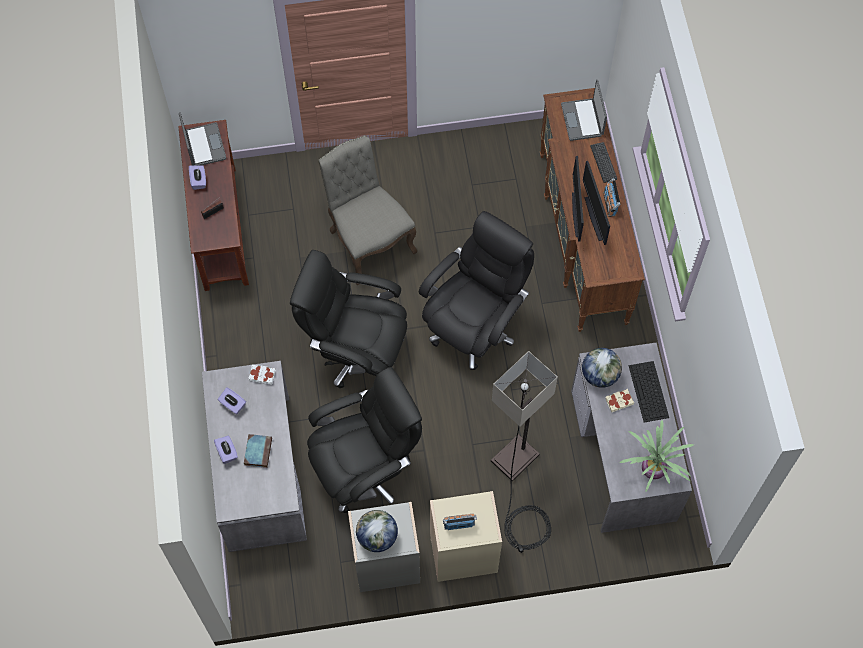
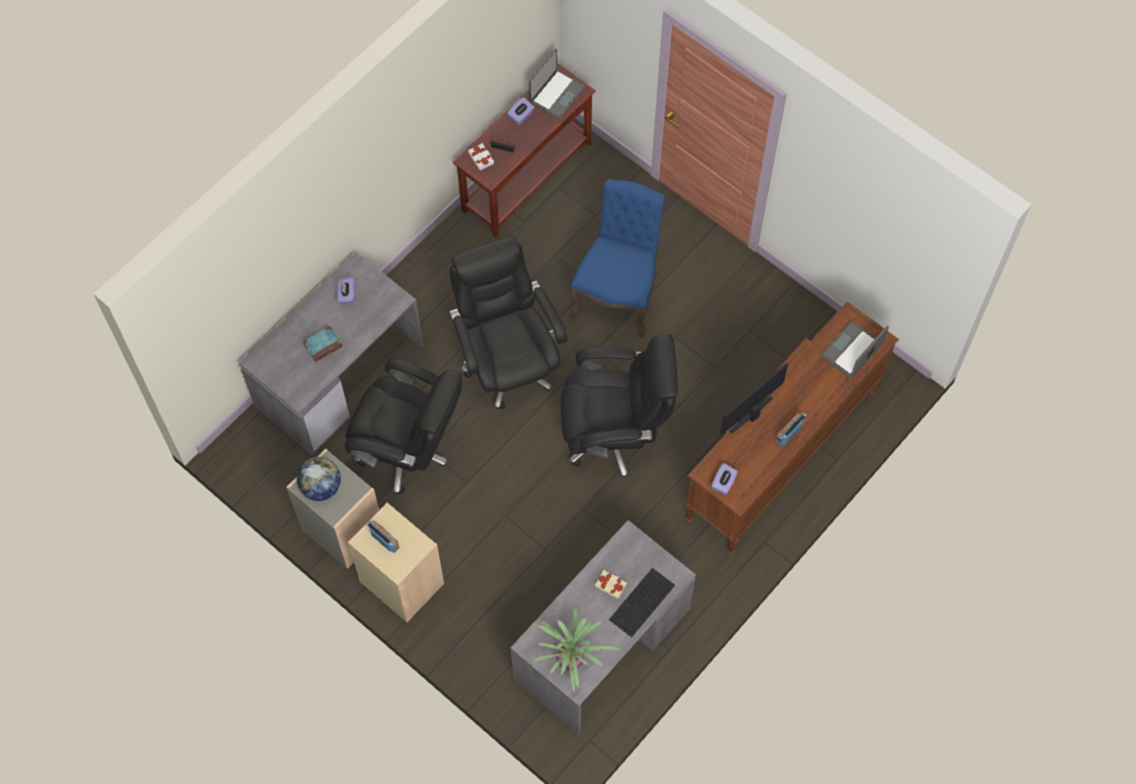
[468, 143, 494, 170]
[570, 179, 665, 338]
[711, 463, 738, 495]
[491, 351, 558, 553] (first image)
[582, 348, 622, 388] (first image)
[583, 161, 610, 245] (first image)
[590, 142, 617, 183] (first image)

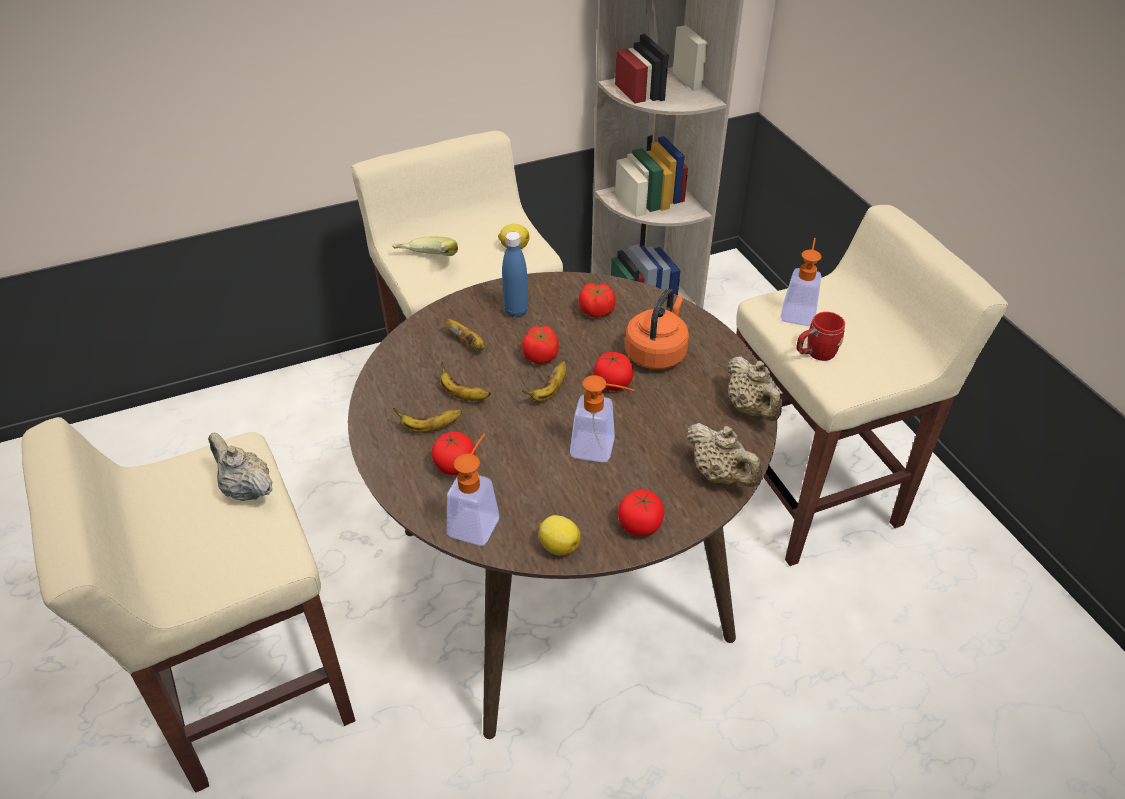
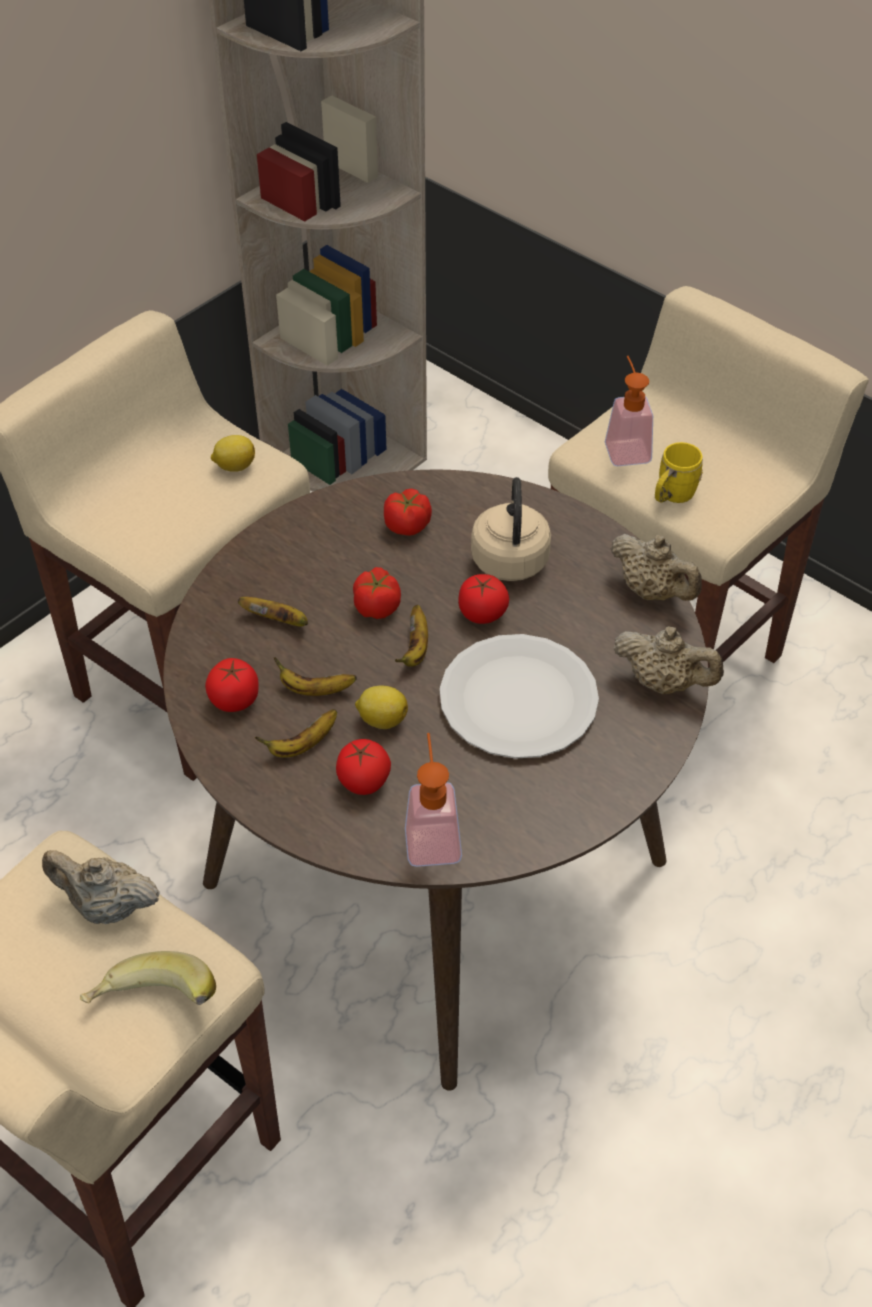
[80, 951, 216, 1005]
[205, 658, 259, 712]
[355, 685, 408, 729]
[440, 634, 599, 759]
[471, 477, 551, 581]
[655, 442, 703, 503]
[502, 232, 528, 318] (first image)

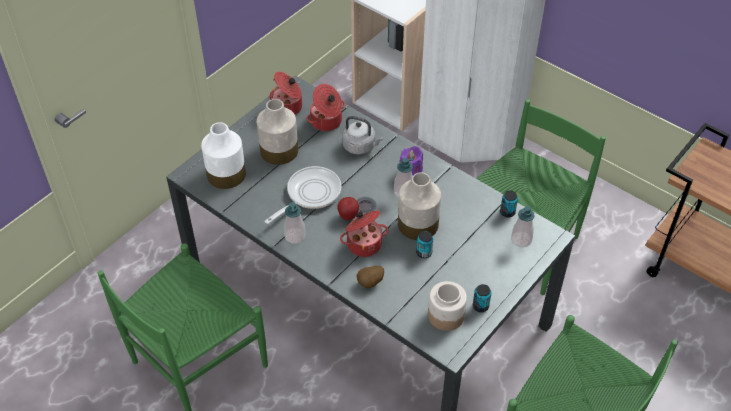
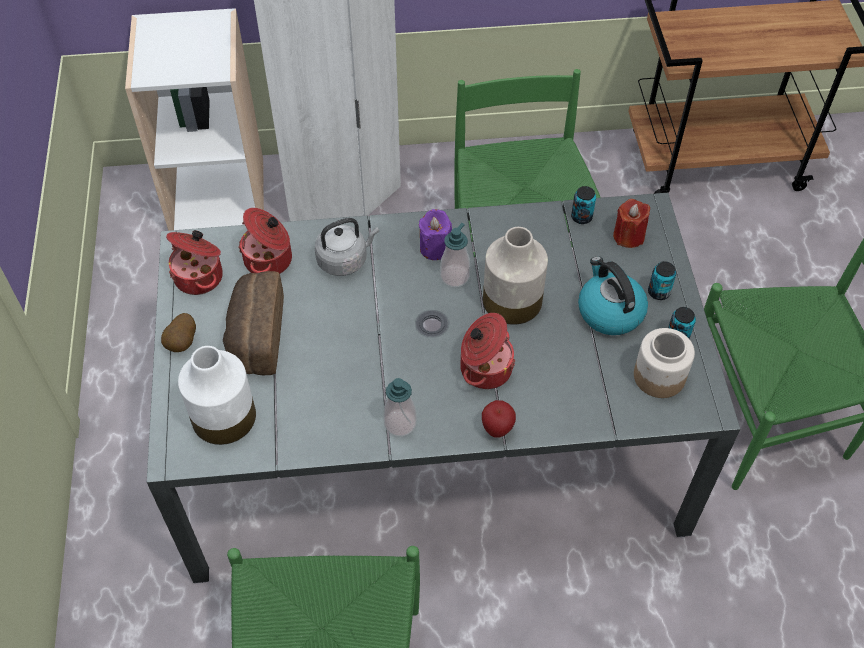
[161, 313, 196, 352]
[223, 271, 284, 376]
[482, 400, 516, 438]
[578, 256, 648, 335]
[613, 199, 650, 248]
[648, 261, 676, 300]
[264, 166, 341, 224] (first image)

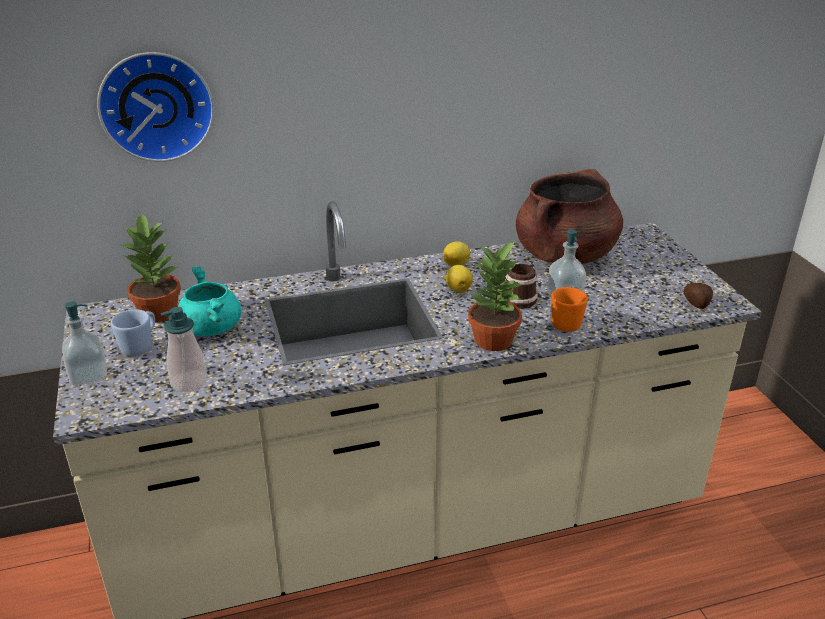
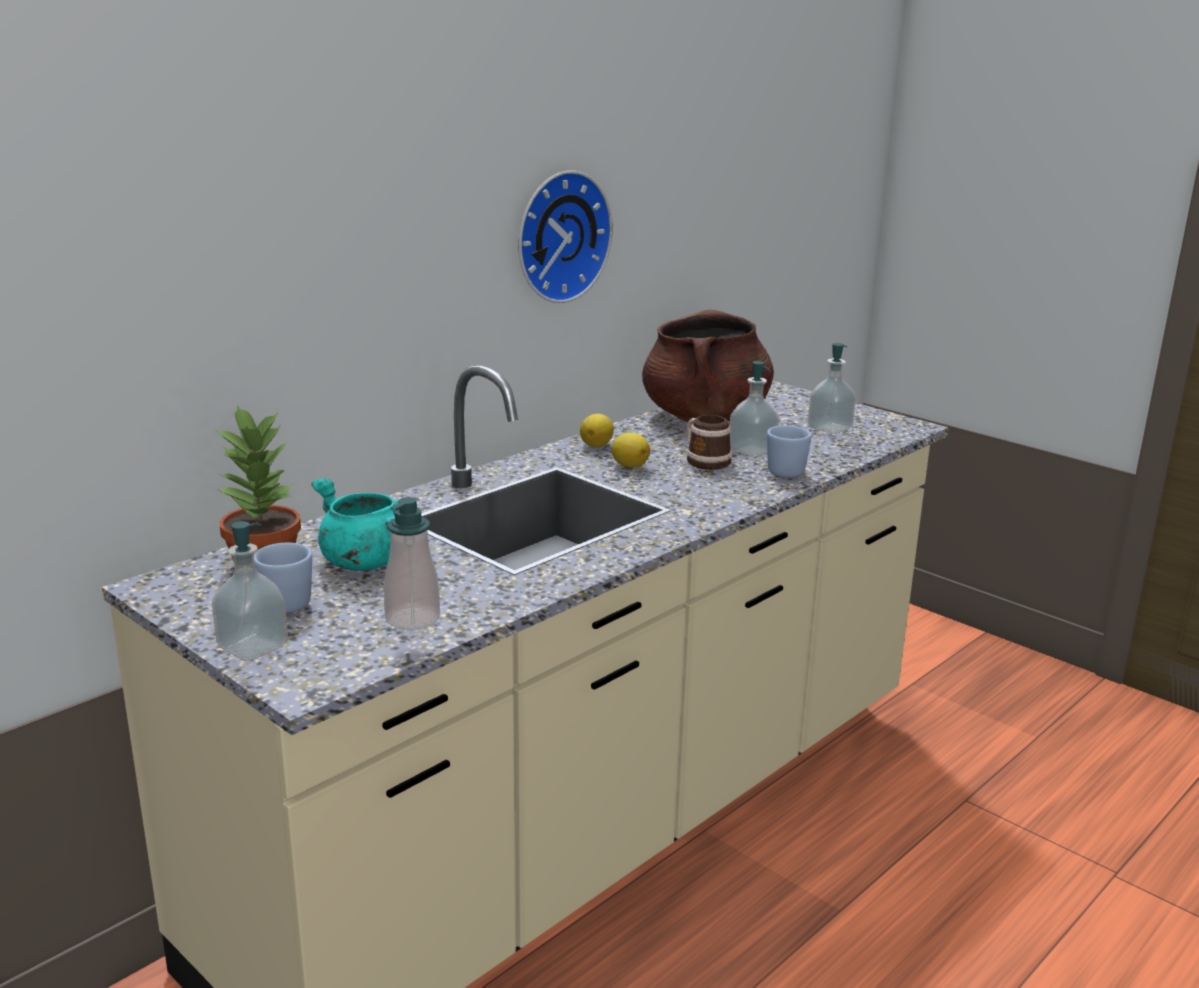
[518, 170, 613, 303]
[767, 425, 812, 478]
[808, 343, 856, 434]
[468, 241, 523, 351] (first image)
[684, 283, 713, 309] (first image)

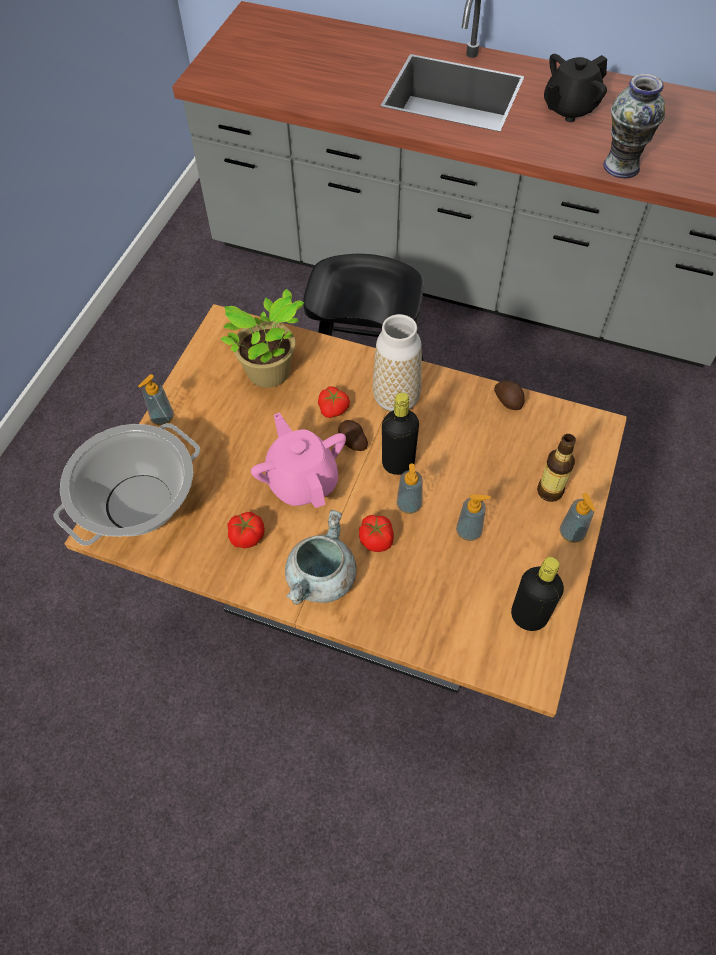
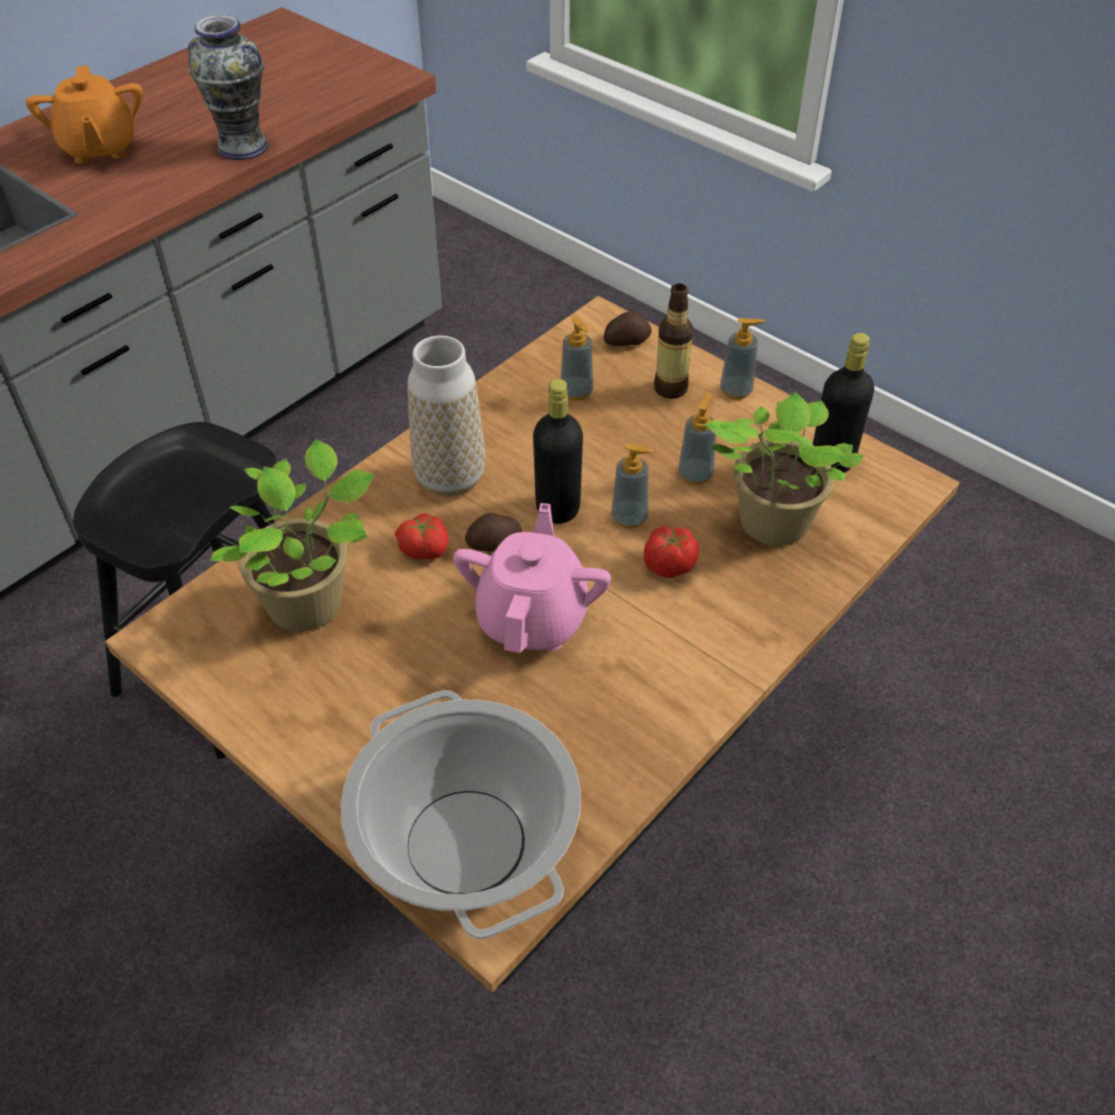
[26, 66, 143, 164]
[453, 503, 611, 653]
[561, 316, 593, 401]
[603, 311, 652, 346]
[704, 392, 864, 546]
[227, 512, 265, 548] (first image)
[285, 510, 356, 605] (first image)

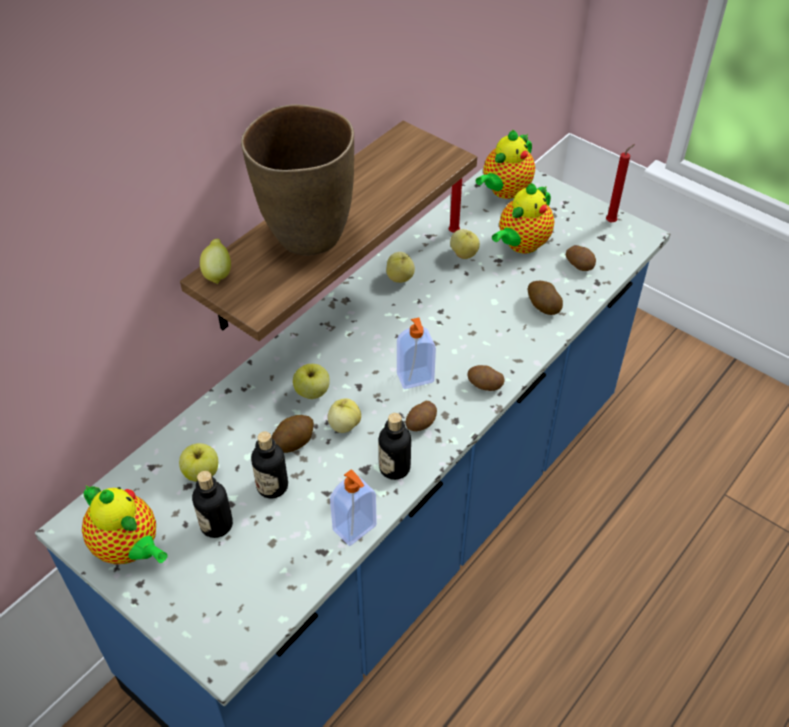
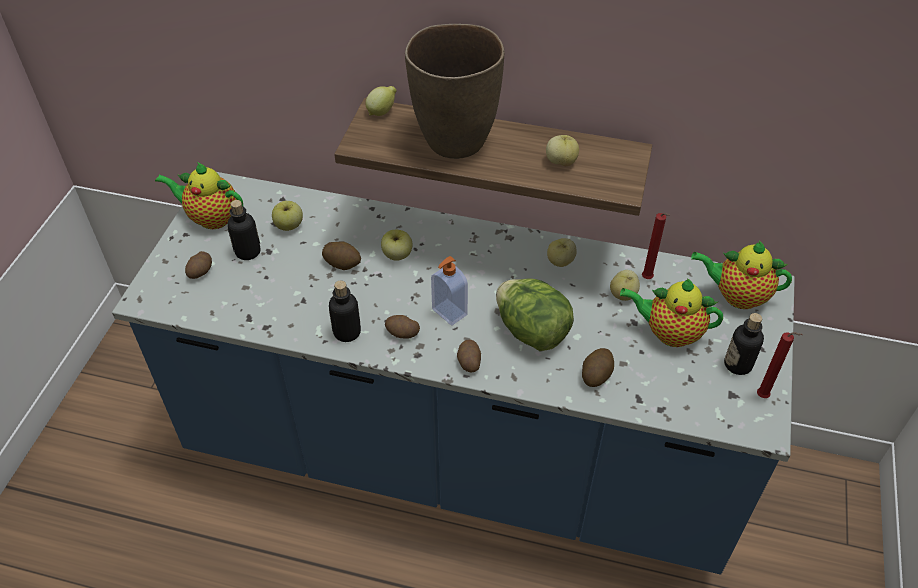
[155, 162, 243, 229]
[185, 251, 212, 279]
[496, 278, 574, 351]
[546, 135, 579, 166]
[724, 313, 764, 375]
[330, 469, 377, 546] (first image)

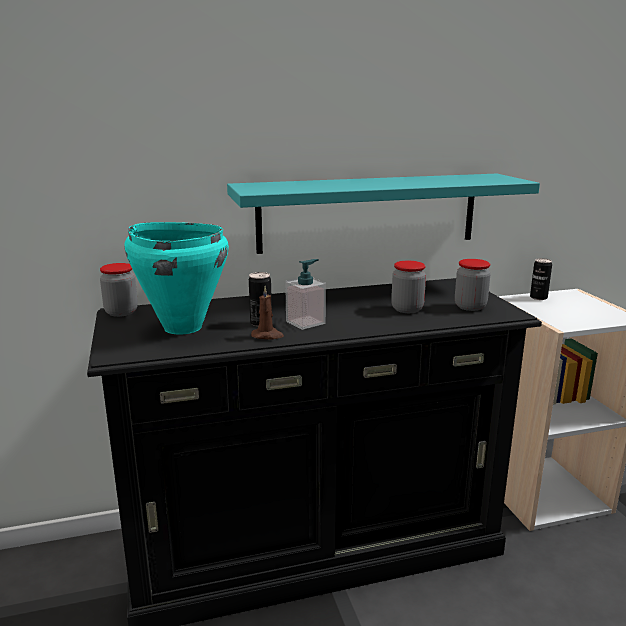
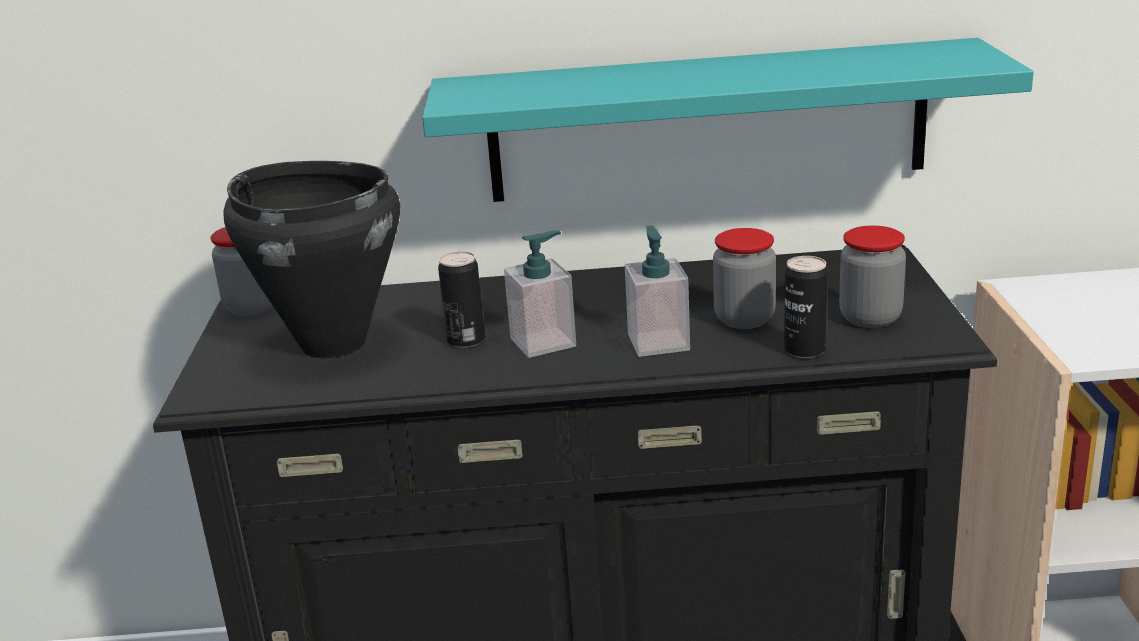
[223, 161, 400, 358]
[625, 225, 690, 357]
[784, 256, 828, 358]
[251, 286, 284, 340] (first image)

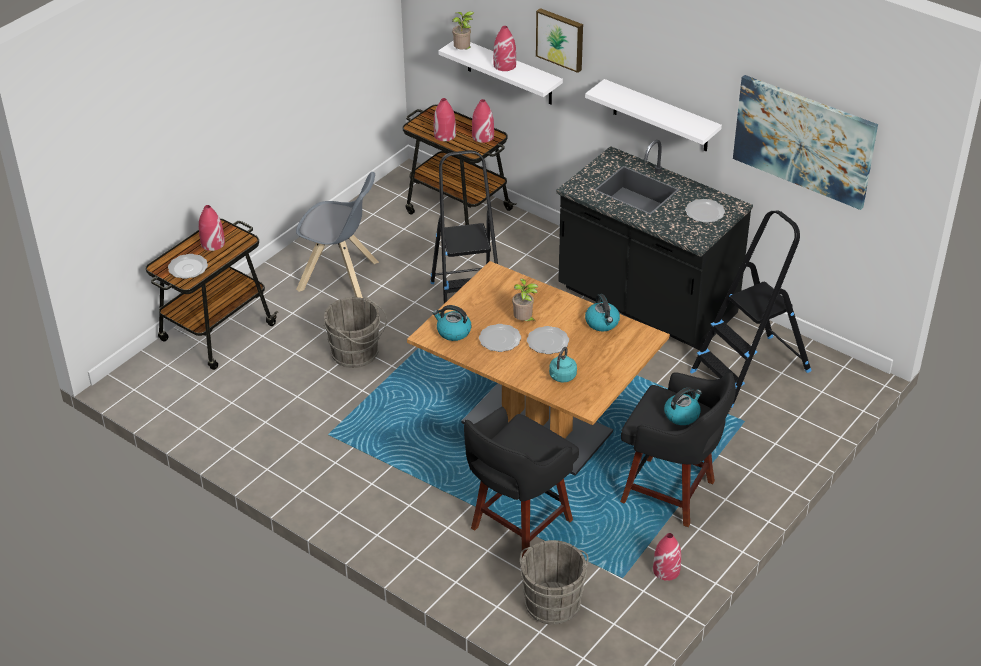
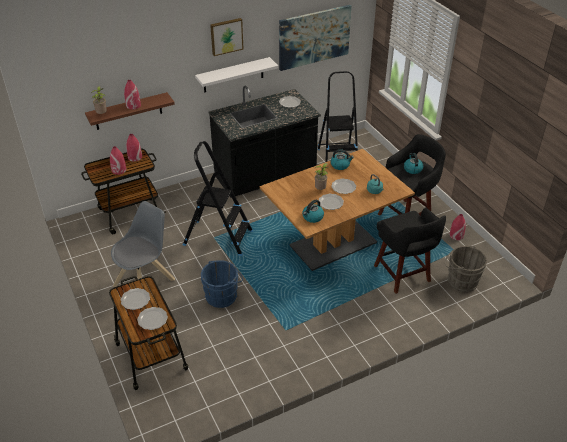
[85, 92, 175, 130]
[121, 288, 150, 310]
[201, 260, 243, 308]
[210, 18, 243, 56]

